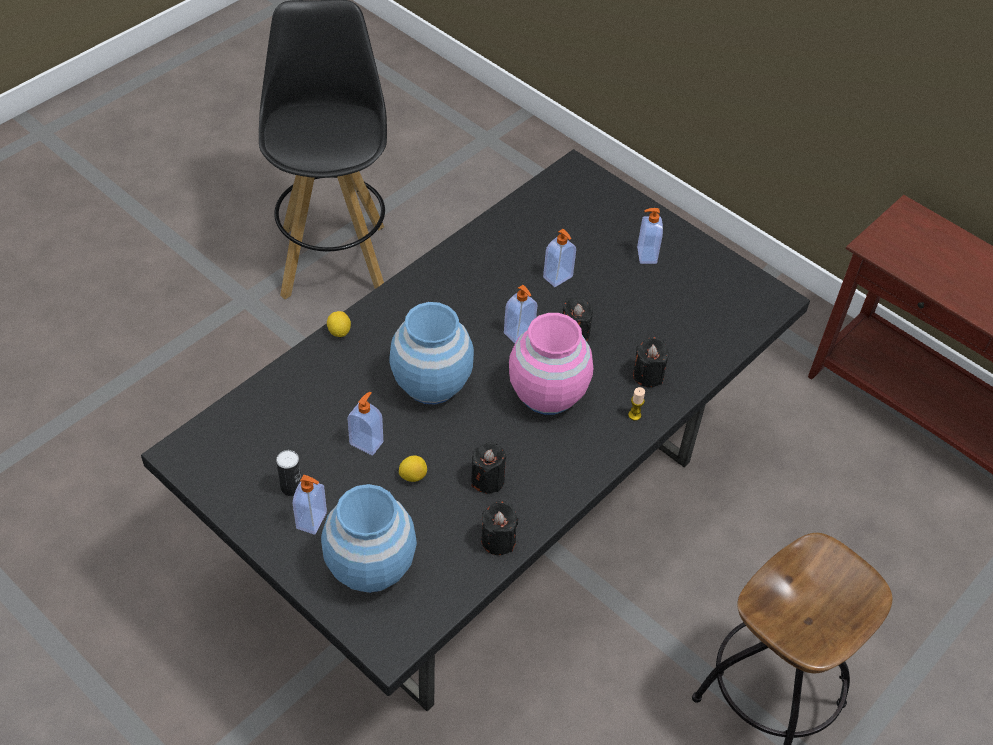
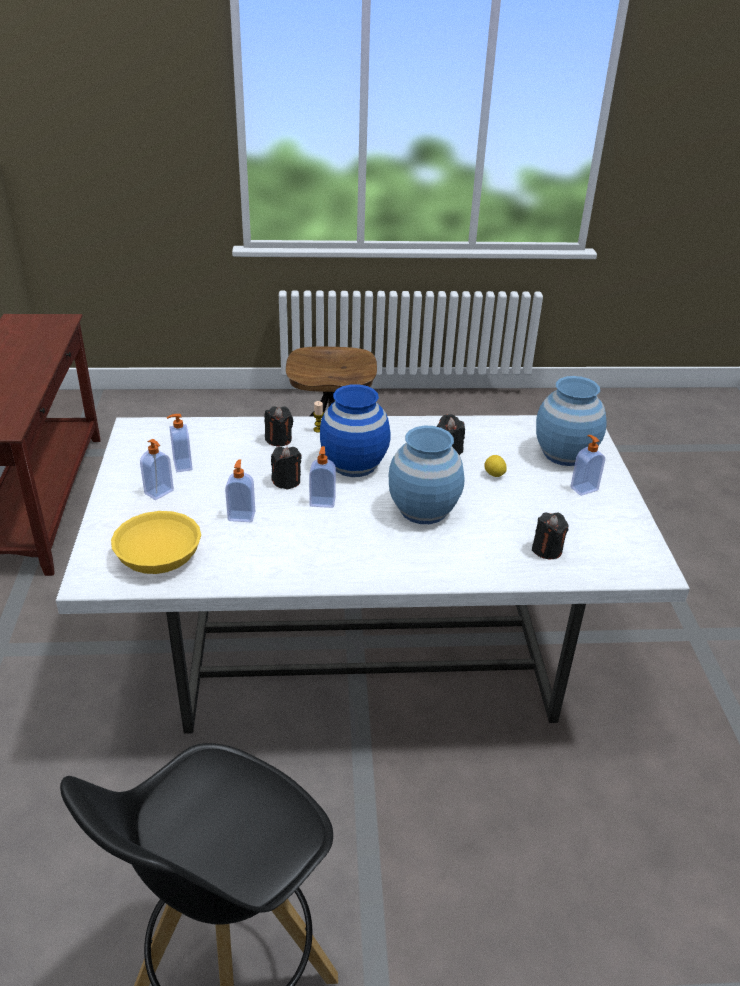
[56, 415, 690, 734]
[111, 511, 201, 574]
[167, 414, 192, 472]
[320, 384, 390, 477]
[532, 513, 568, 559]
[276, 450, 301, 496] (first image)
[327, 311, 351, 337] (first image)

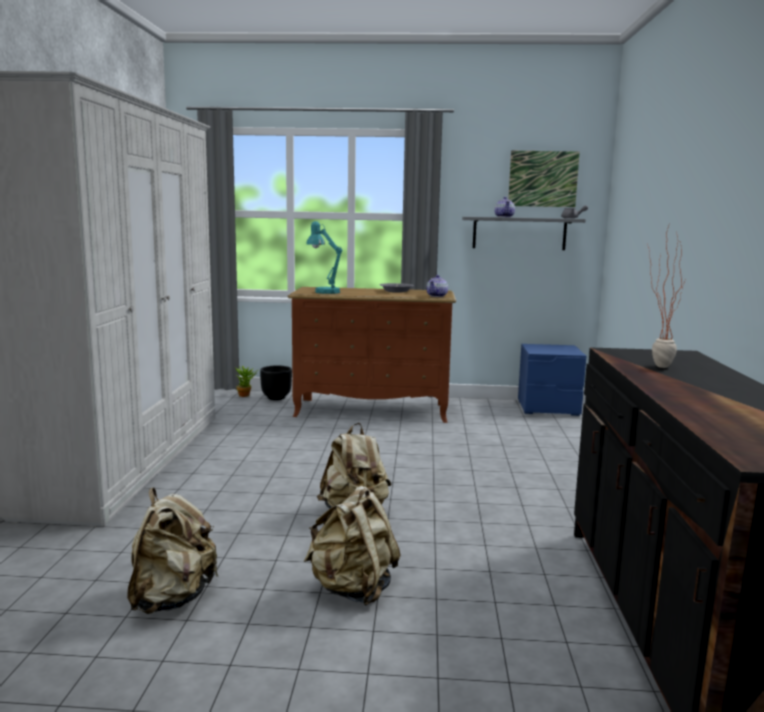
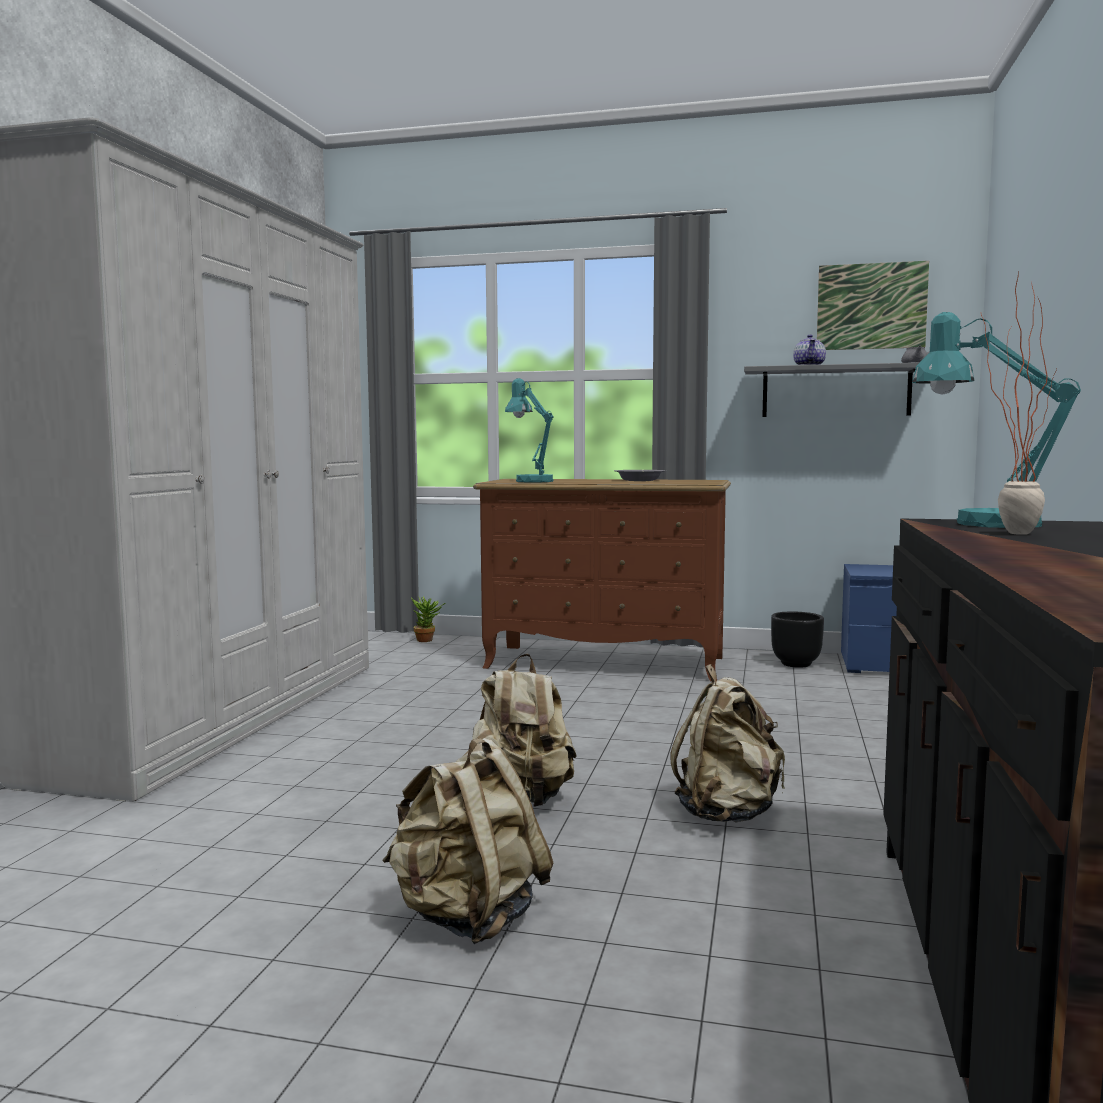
[671, 664, 785, 823]
[771, 611, 824, 668]
[912, 312, 1081, 528]
[426, 275, 448, 297] (first image)

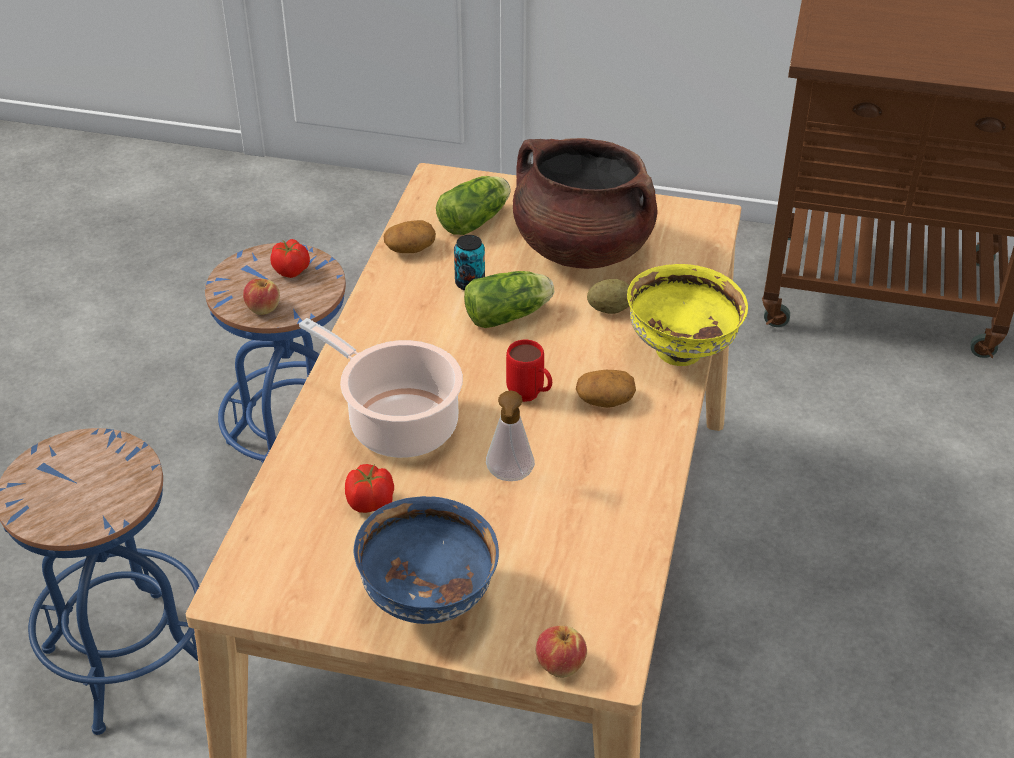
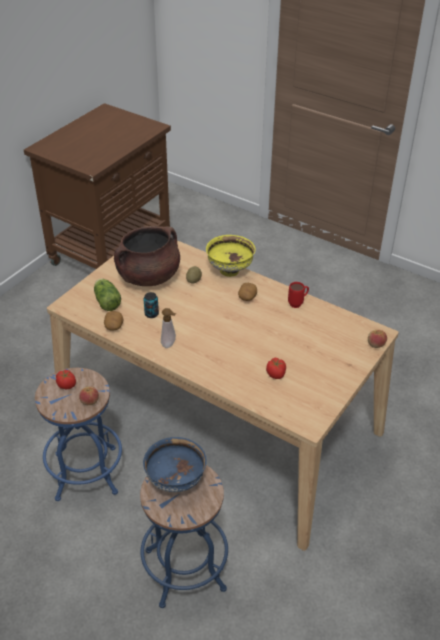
[143, 437, 207, 492]
[161, 308, 176, 348]
[288, 282, 309, 308]
[299, 318, 463, 458] (first image)
[464, 271, 554, 328] (first image)

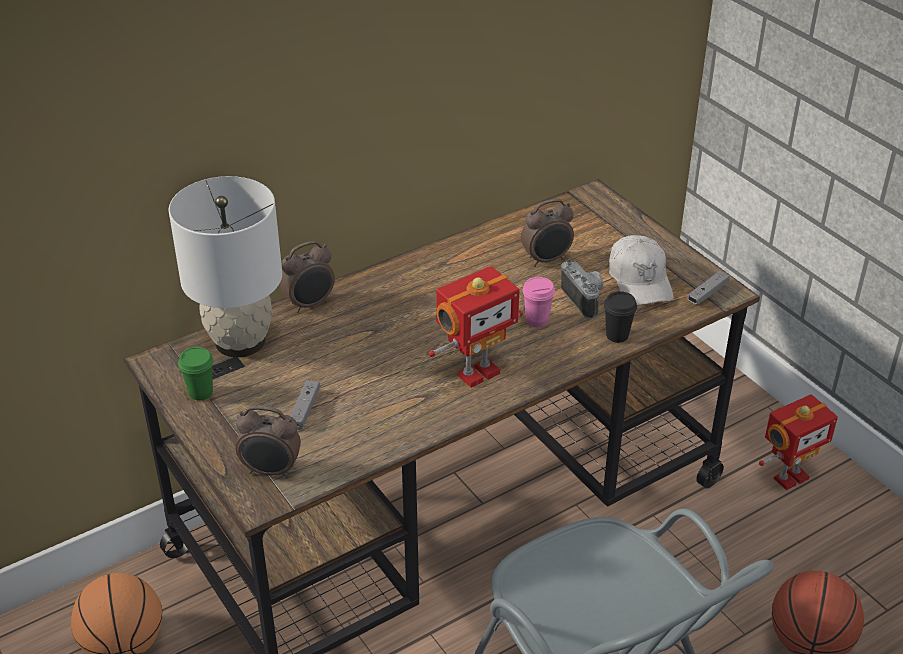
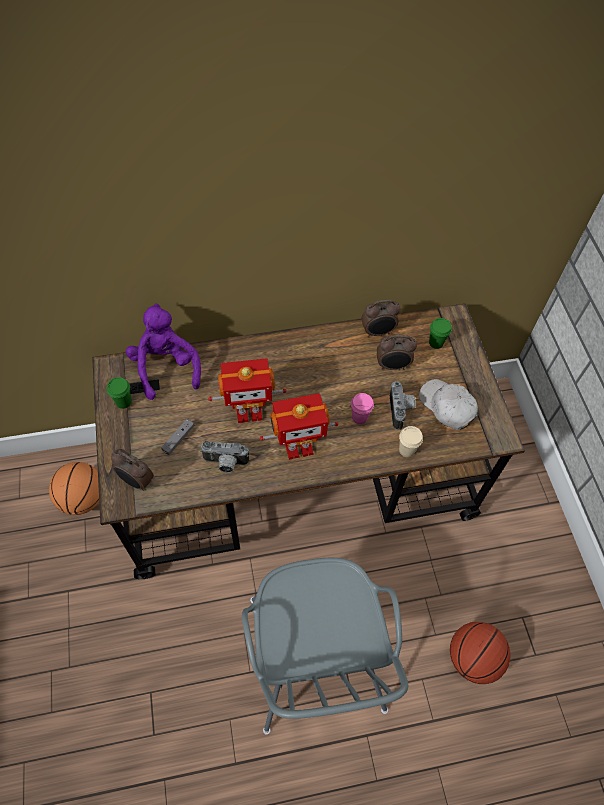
[126, 303, 201, 400]
[200, 441, 249, 473]
[208, 358, 287, 423]
[362, 300, 400, 337]
[399, 426, 423, 457]
[419, 379, 478, 430]
[429, 318, 452, 349]
[687, 271, 730, 304] (first image)

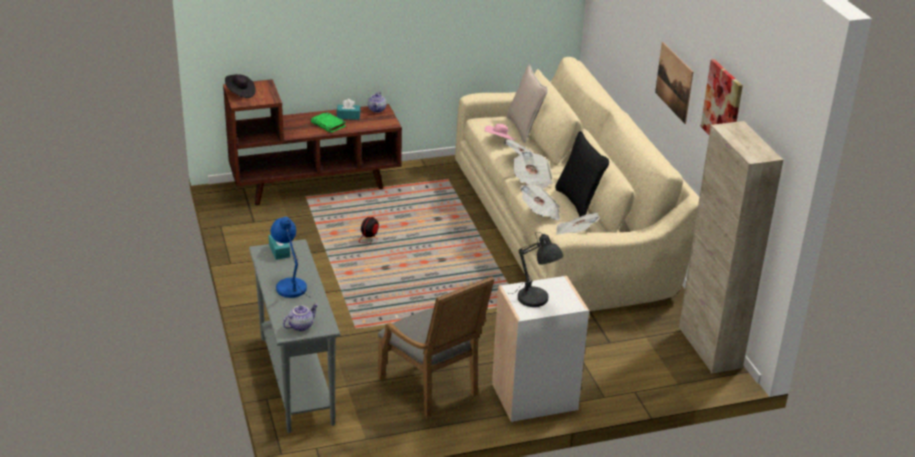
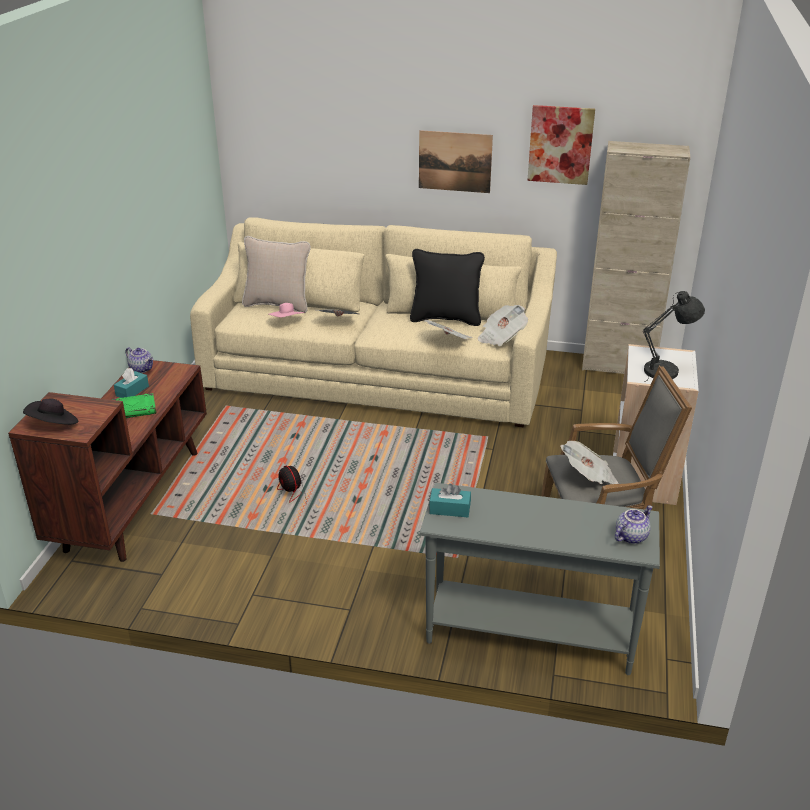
[560, 441, 619, 484]
[615, 505, 653, 544]
[270, 217, 312, 299] (first image)

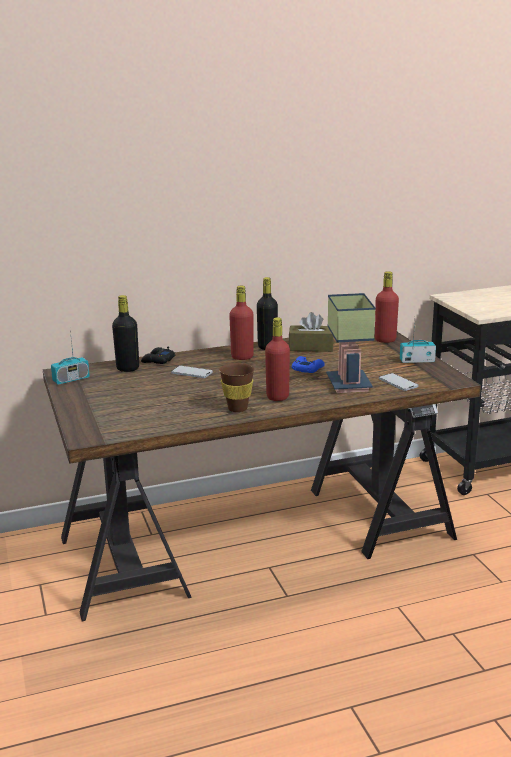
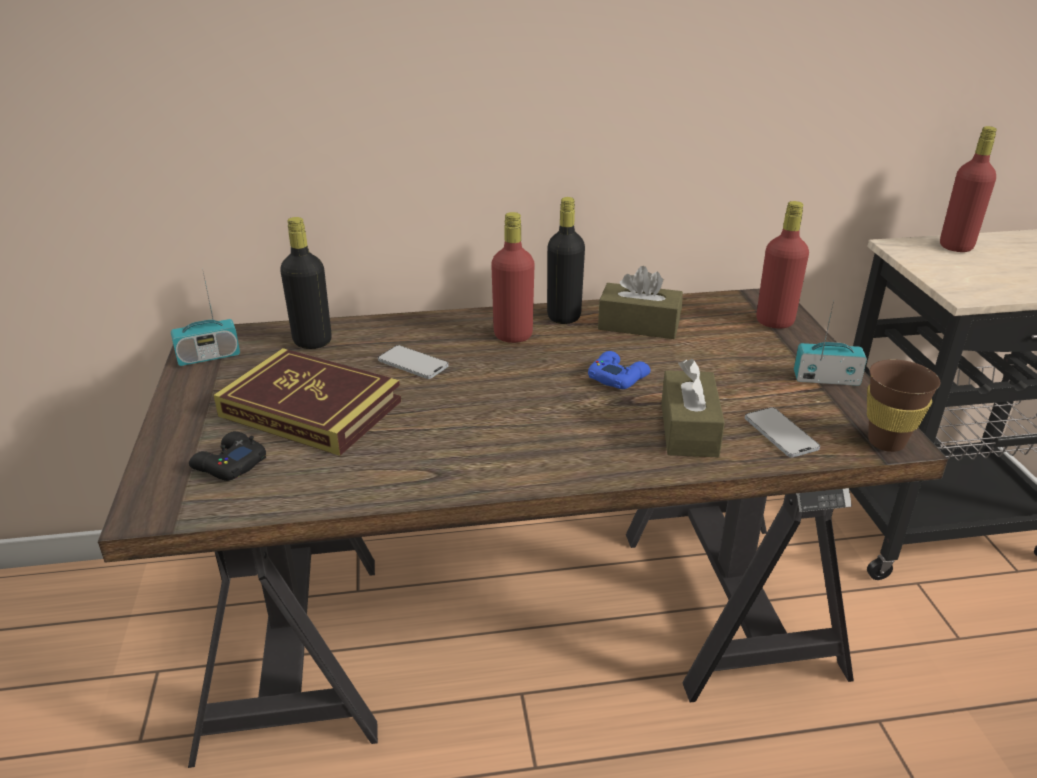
[189, 431, 266, 481]
[214, 348, 401, 456]
[661, 359, 725, 457]
[867, 359, 940, 452]
[940, 126, 997, 252]

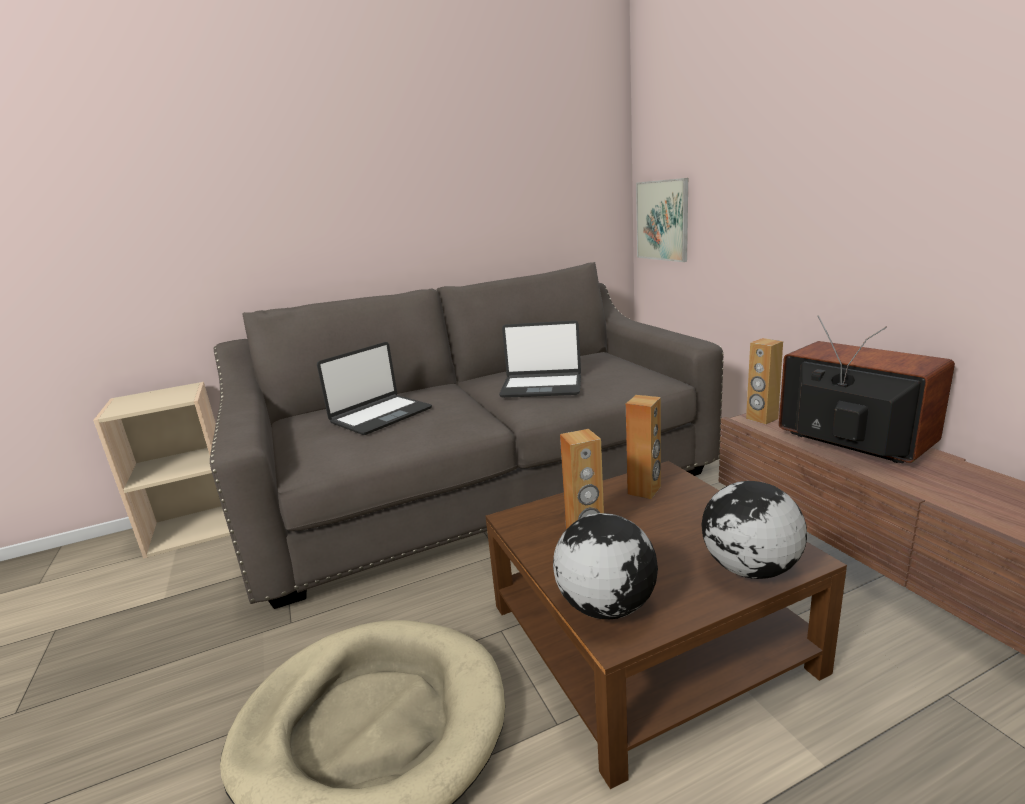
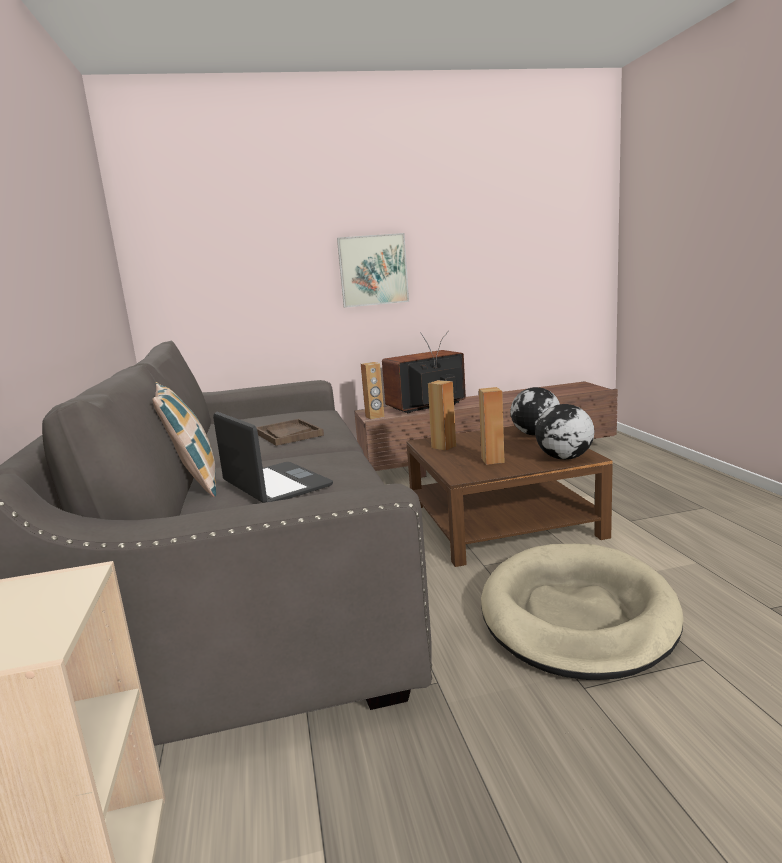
[152, 382, 216, 497]
[256, 419, 324, 446]
[337, 233, 409, 308]

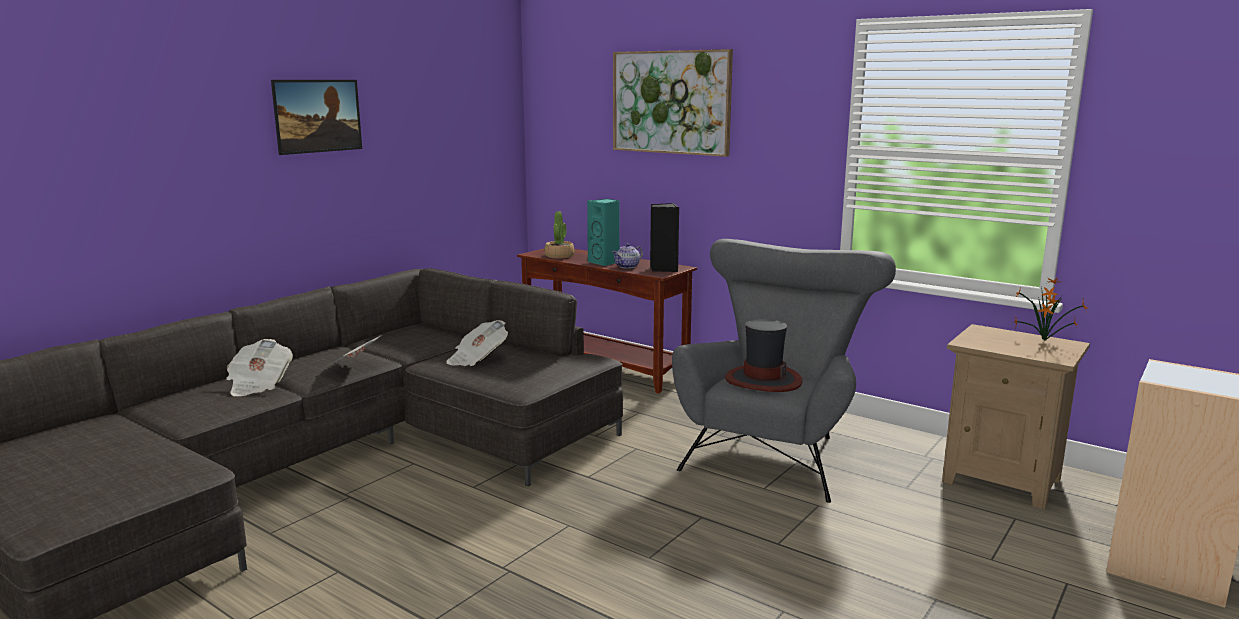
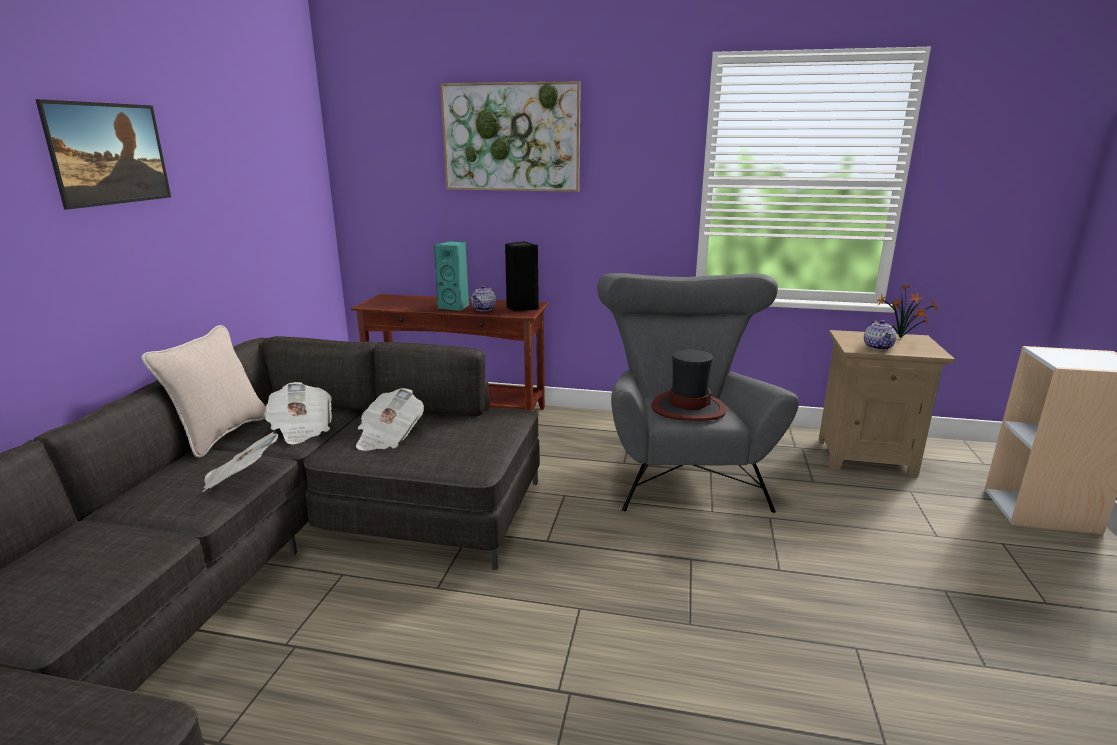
[141, 325, 266, 458]
[264, 382, 332, 445]
[864, 320, 896, 350]
[544, 211, 574, 259] (first image)

